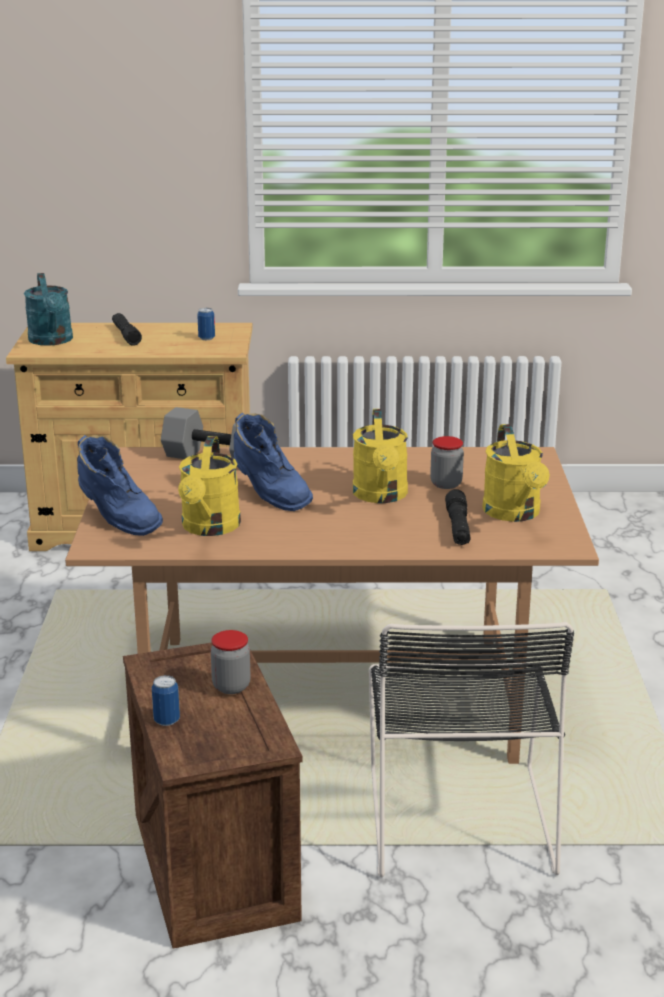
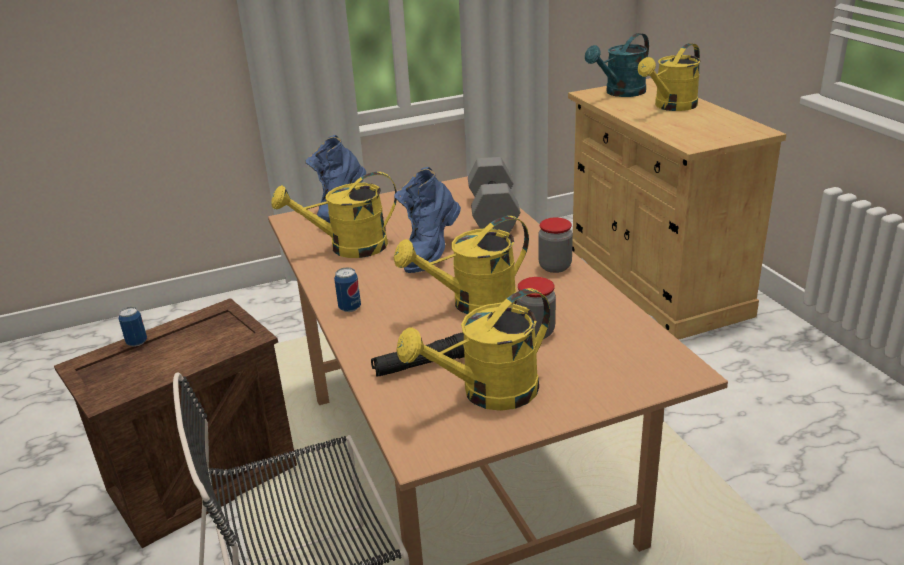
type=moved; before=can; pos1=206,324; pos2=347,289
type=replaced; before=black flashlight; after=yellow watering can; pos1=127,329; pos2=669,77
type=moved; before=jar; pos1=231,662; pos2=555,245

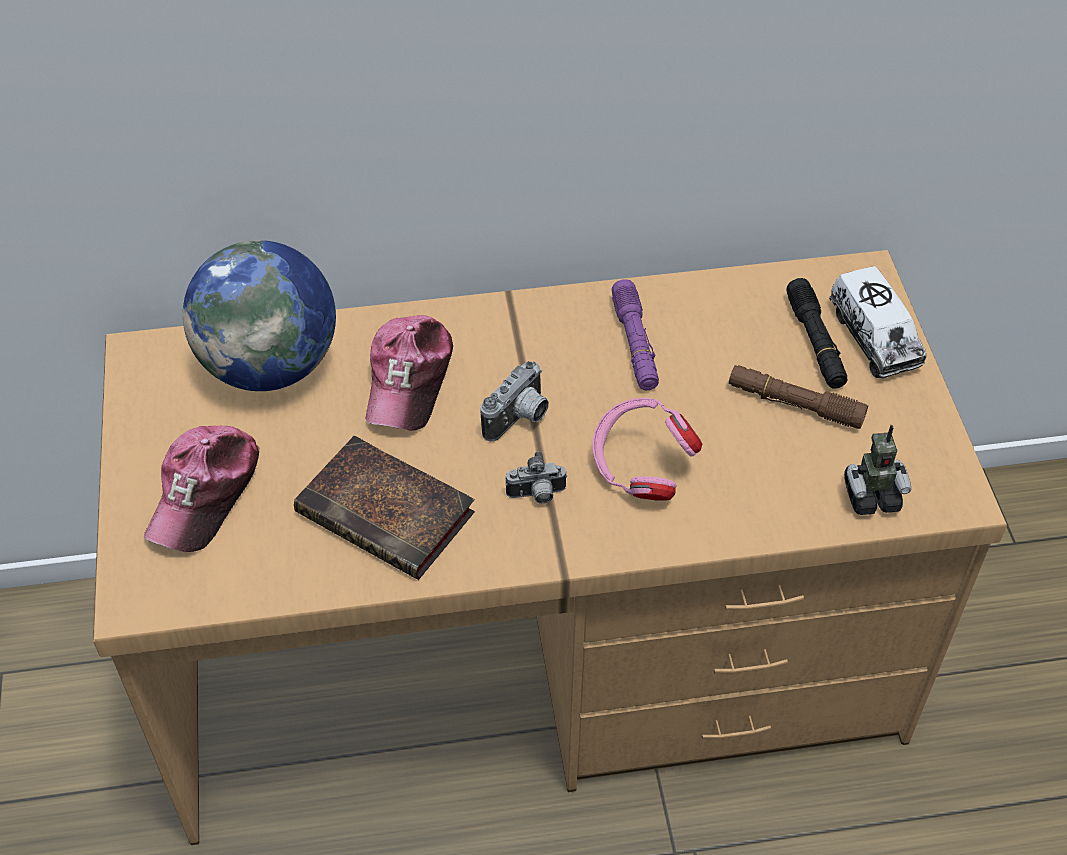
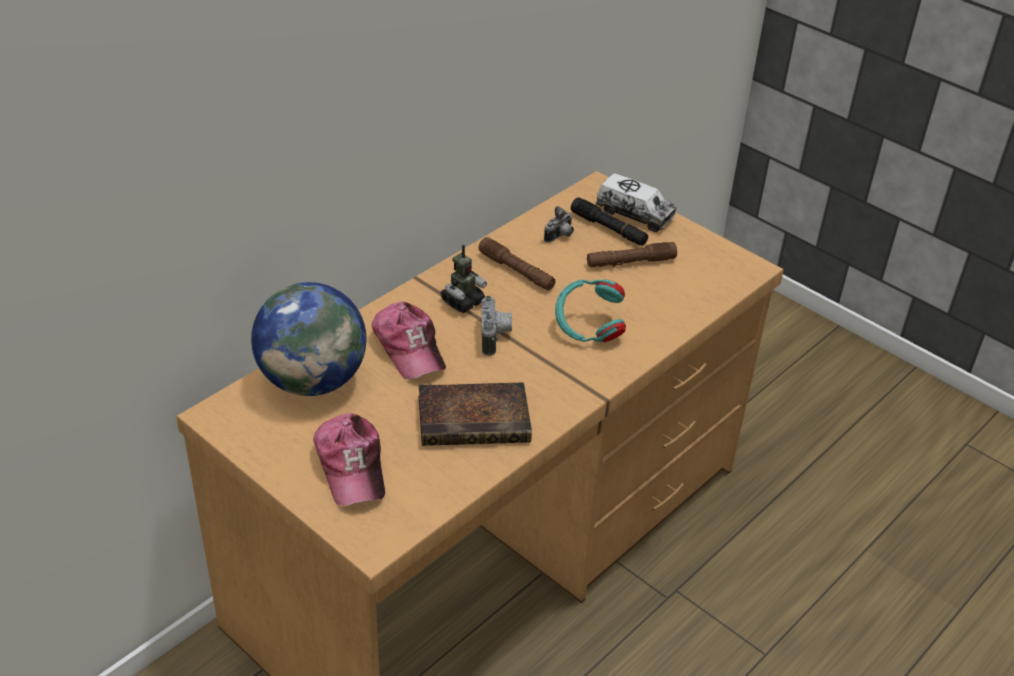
type=recoloured; before=purple flashlight; after=brown flashlight; pos1=635,334; pos2=517,263
type=recoloured; before=pink headphones; after=turquoise headphones; pos1=647,449; pos2=590,310
type=moved; before=toy robot; pos1=877,470; pos2=464,279
type=moved; before=photo camera; pos1=537,477; pos2=559,224

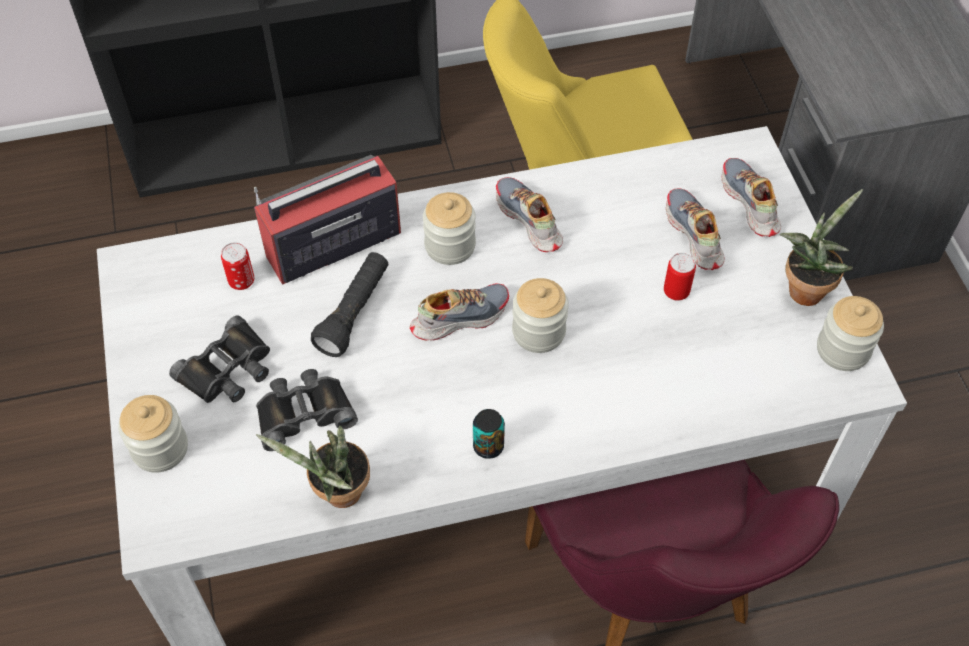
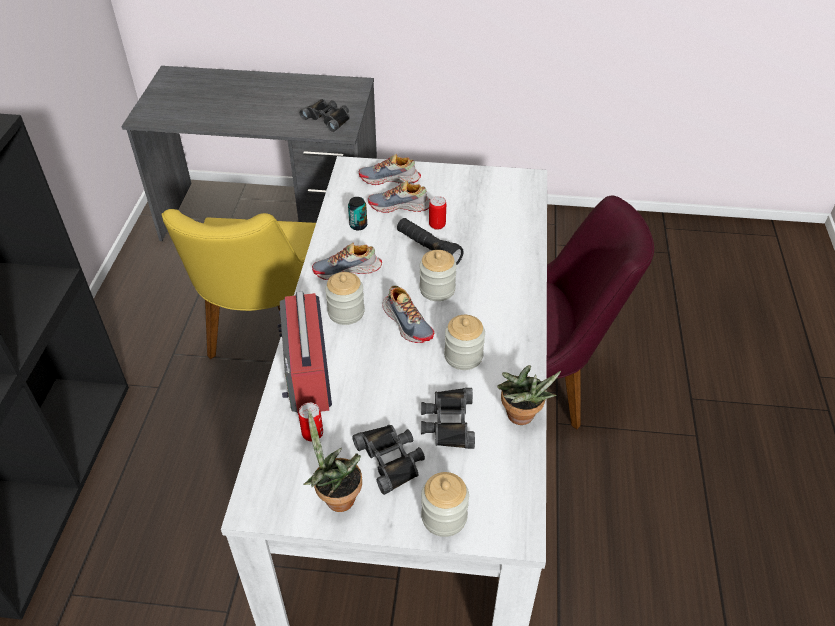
type=moved; before=potted plant; pos1=821,247; pos2=332,460
type=moved; before=black flashlight; pos1=349,304; pos2=430,241
type=turned; before=shoe; pos1=459,312; pos2=408,314; turn=150
type=moved; before=jar; pos1=850,333; pos2=464,342
type=moved; before=can; pos1=489,434; pos2=357,213
type=added; after=black binoculars; pos2=325,115

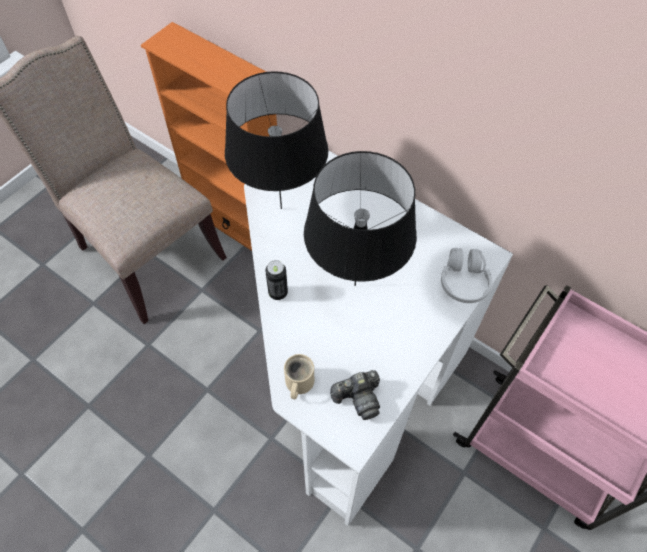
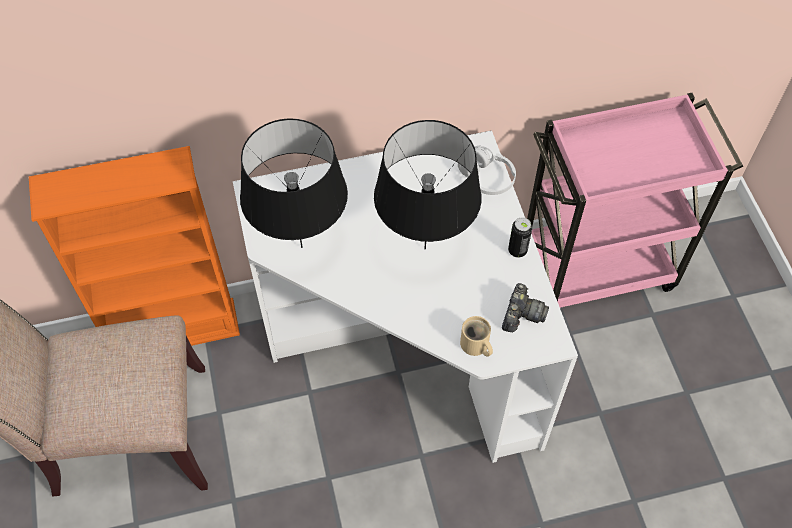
type=moved; before=can; pos1=276,280; pos2=520,237

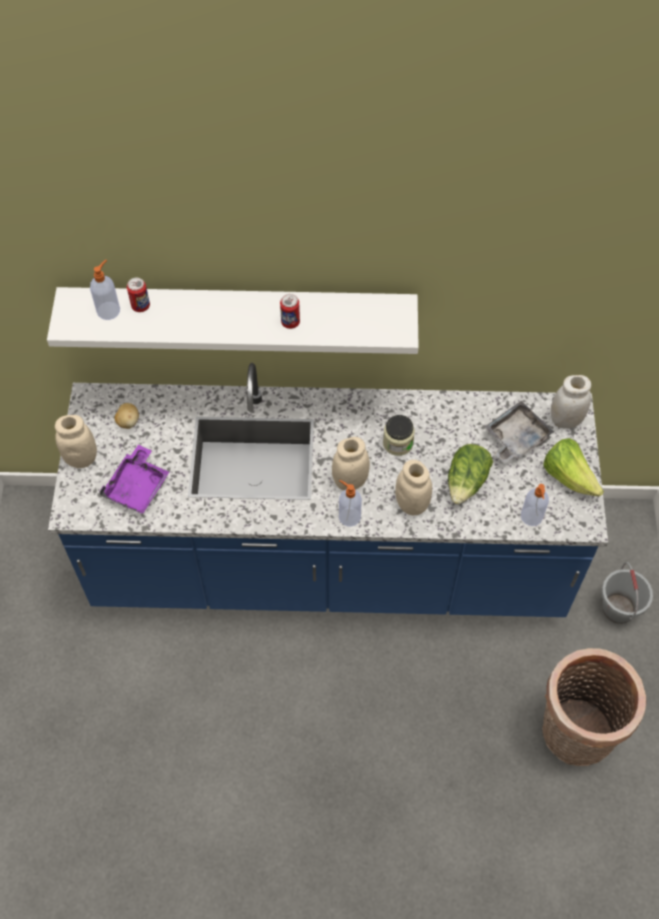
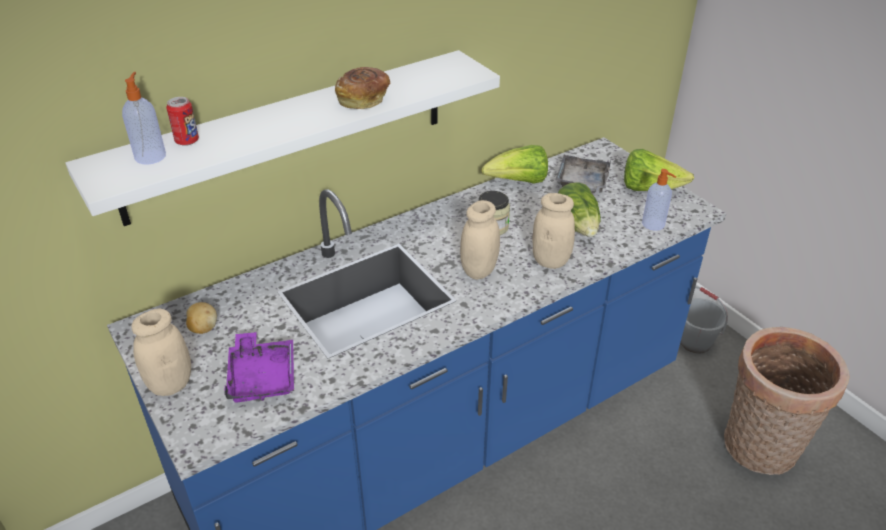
type=replaced; before=can; after=bread; pos1=290,311; pos2=362,88
type=removed; before=white jar; pos1=571,402
type=removed; before=soap dispenser; pos1=350,503
type=added; after=lettuce; pos2=515,164

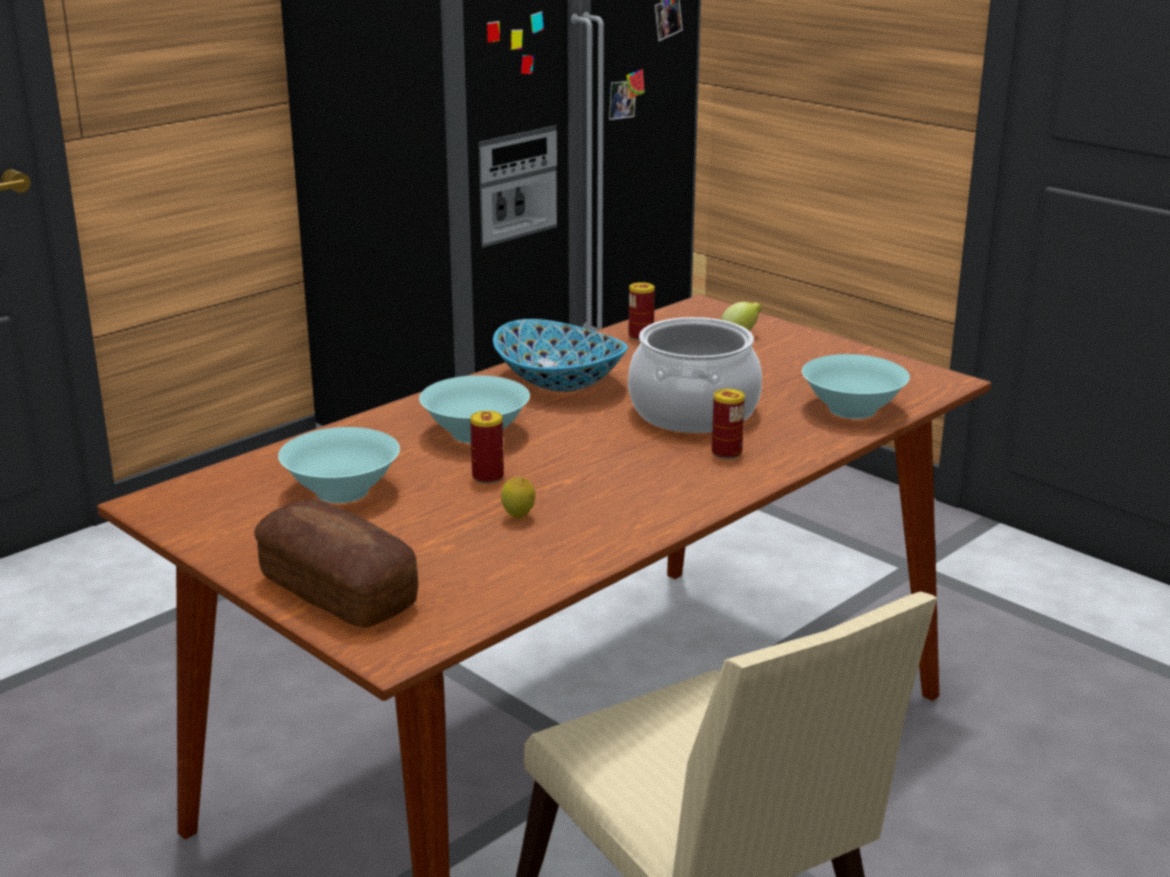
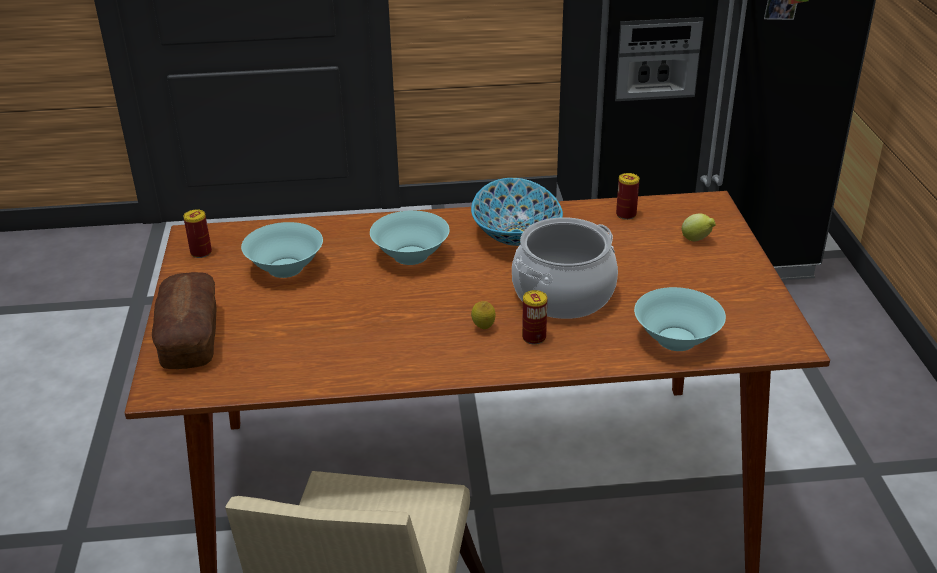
type=moved; before=can; pos1=487,447; pos2=197,233
type=moved; before=lemon; pos1=518,497; pos2=483,315

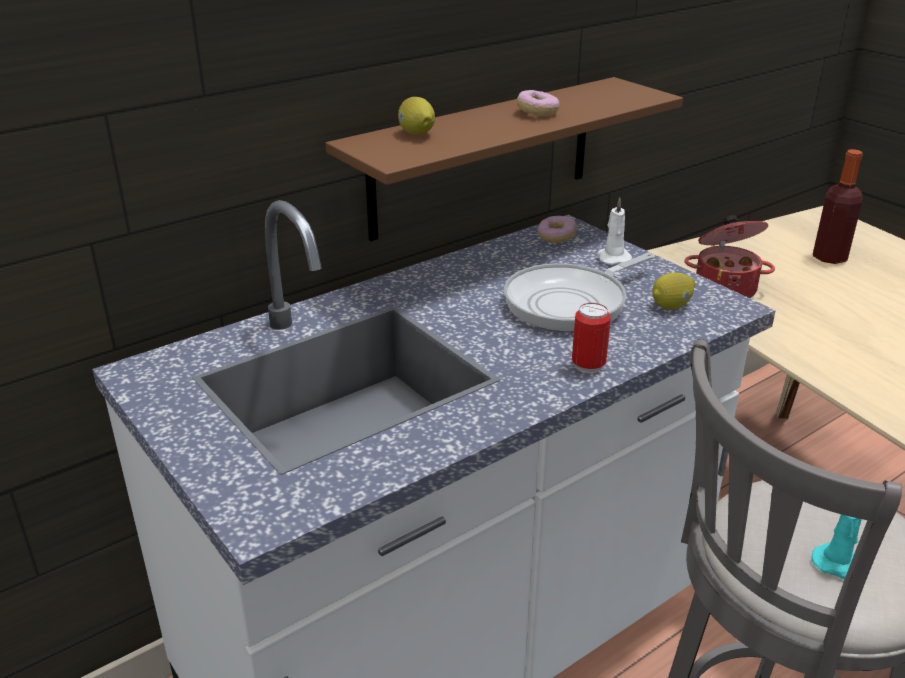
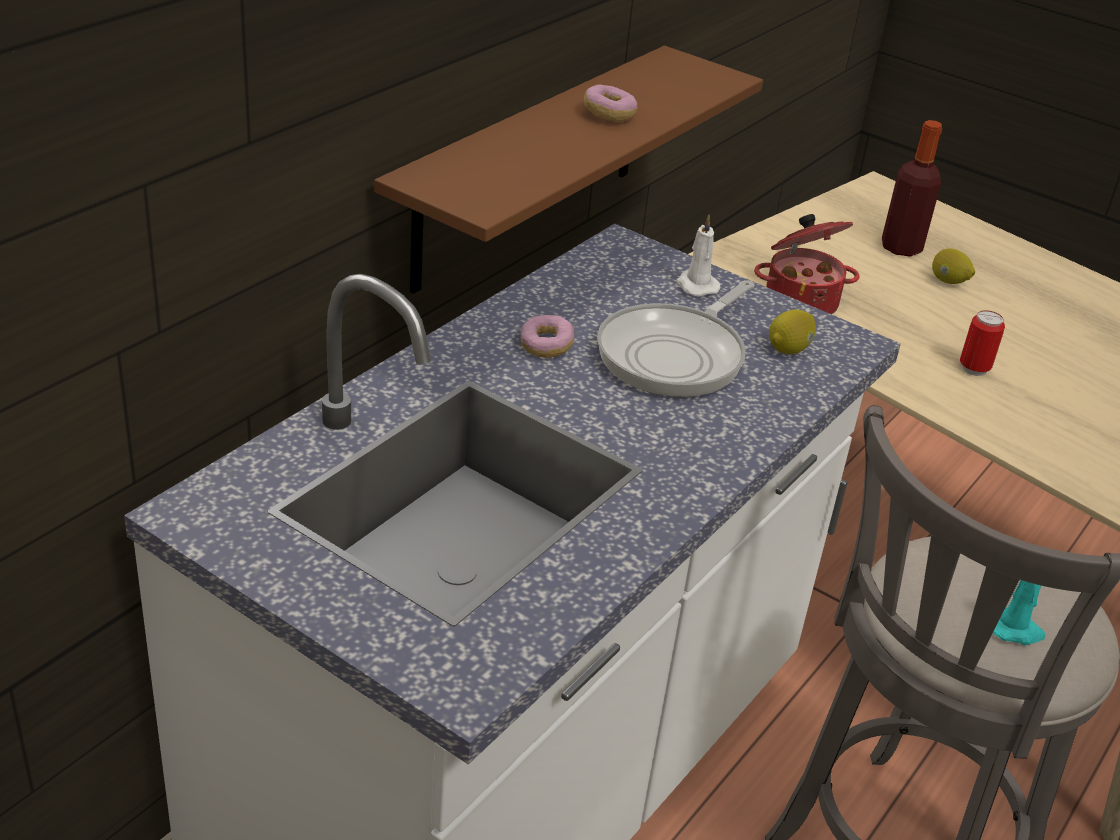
type=moved; before=lemon; pos1=416,116; pos2=953,266
type=moved; before=donut; pos1=557,229; pos2=547,336
type=moved; before=can; pos1=591,338; pos2=982,343

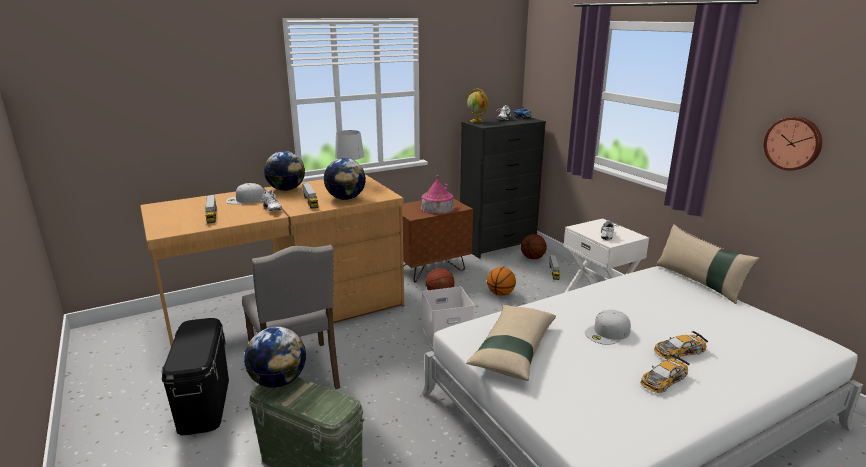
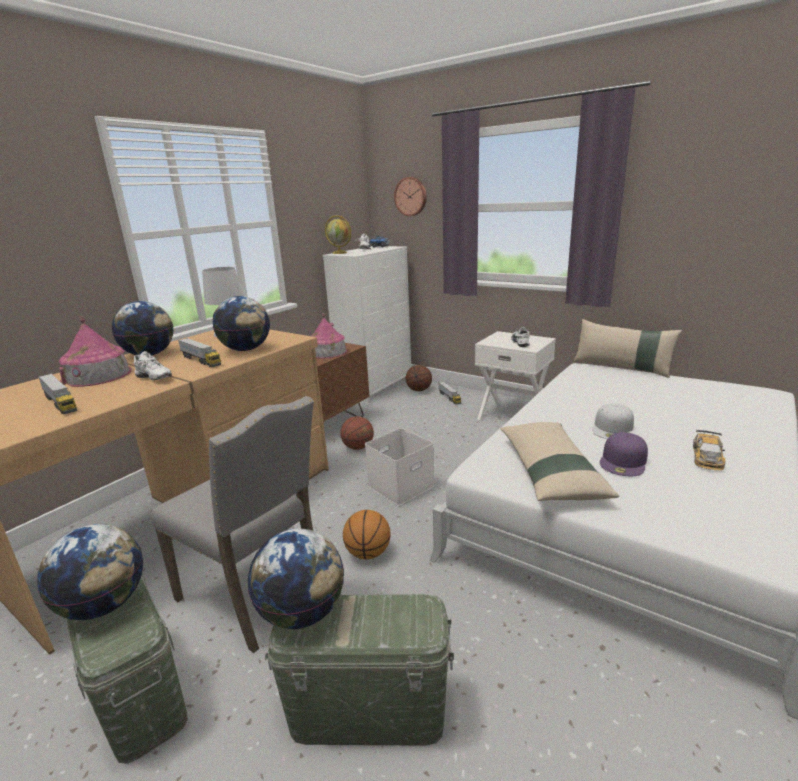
type=recoloured; before=black dresser; after=white dresser; pos1=503,187; pos2=367,324
type=moved; before=wall clock; pos1=793,144; pos2=410,196
type=replaced; before=white cap; after=toy house; pos1=245,193; pos2=95,351
type=moved; before=basketball; pos1=501,281; pos2=366,534
type=recoloured; before=black storage box; after=green storage box; pos1=195,376; pos2=126,669
type=removed; before=toy car; pos1=681,345
type=added; after=purple cap; pos2=624,454
type=added; after=globe; pos2=90,572

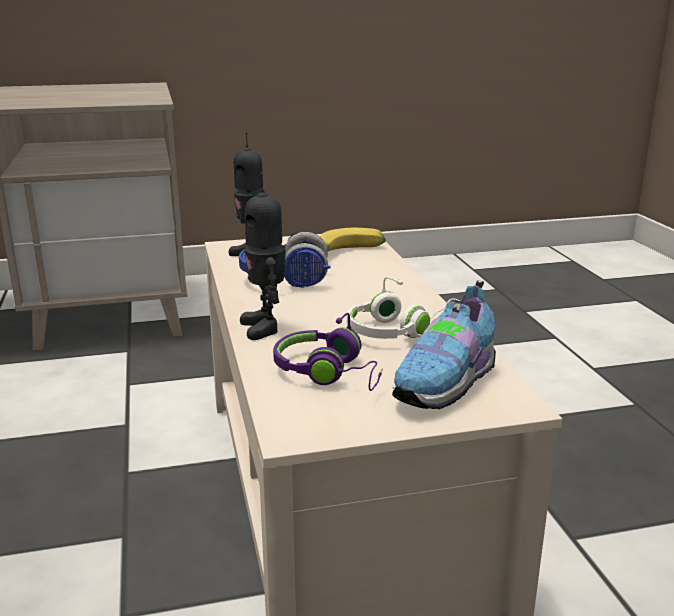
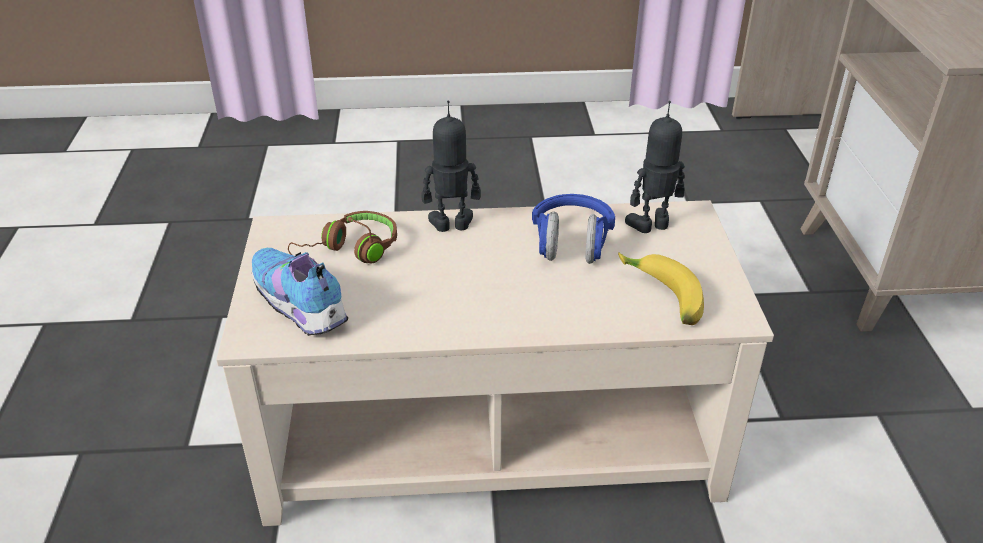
type=removed; before=white headphones; pos1=403,308
type=recoloured; before=purple headphones; after=brown headphones; pos1=327,352; pos2=342,237

